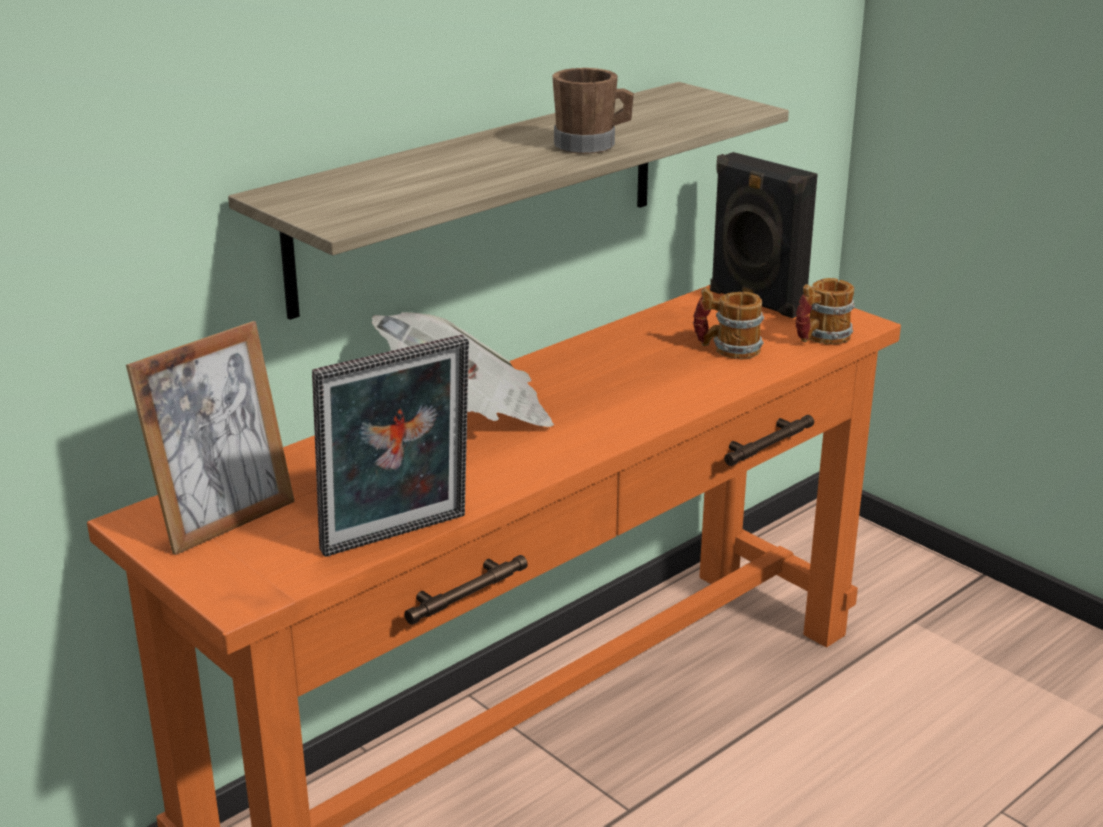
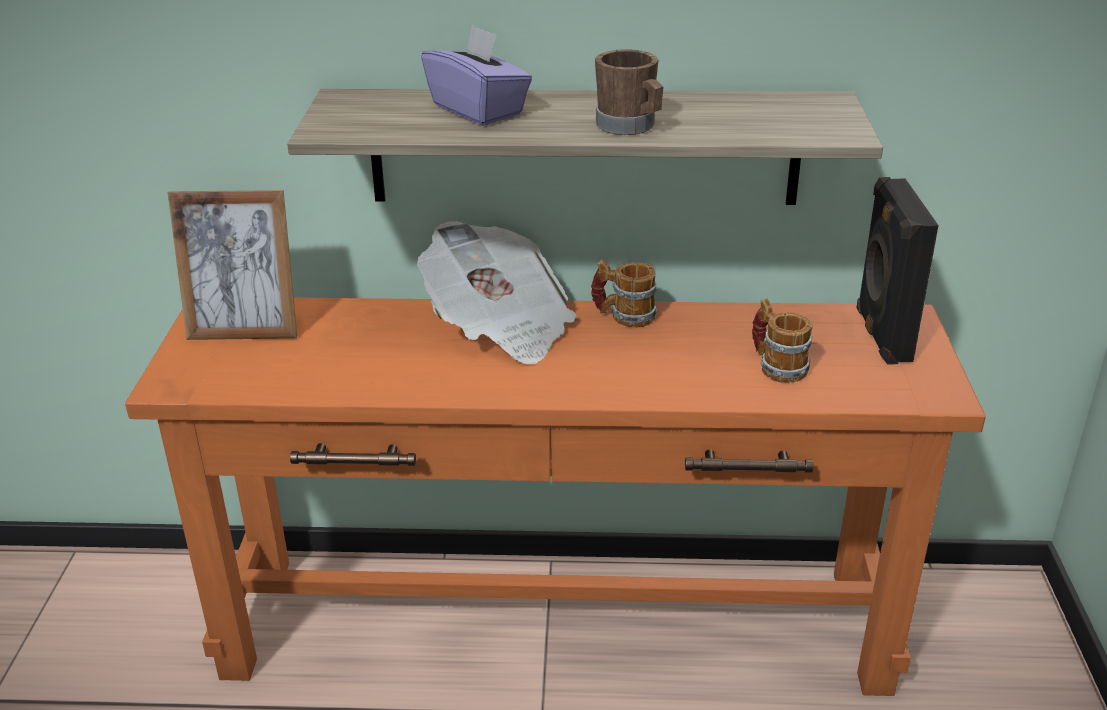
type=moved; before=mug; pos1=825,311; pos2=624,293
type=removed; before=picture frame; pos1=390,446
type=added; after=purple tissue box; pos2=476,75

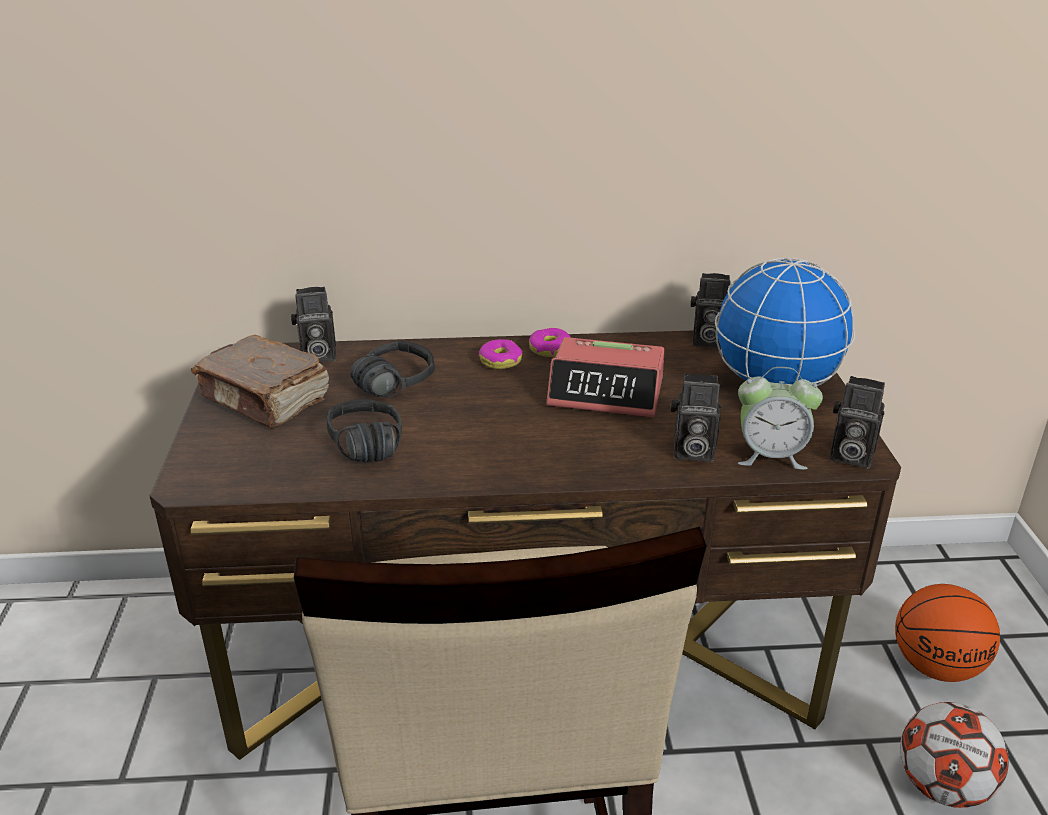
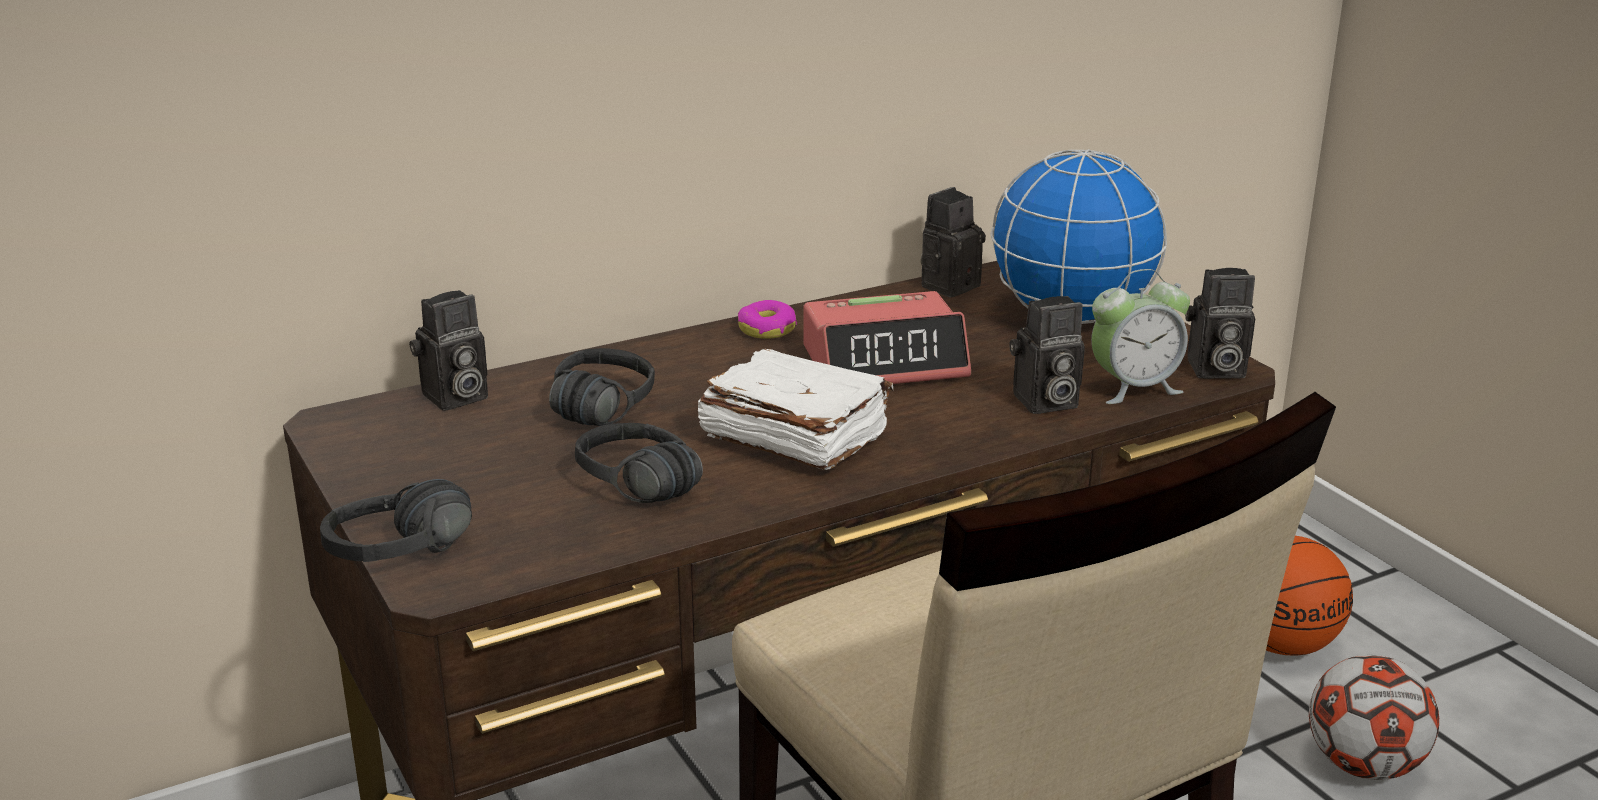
type=turned; before=photo camera; pos1=710,310; pos2=953,242; turn=150
type=removed; before=brown book; pos1=260,381
type=removed; before=donut; pos1=500,354
type=added; after=white book; pos2=795,409
type=added; after=black headphones; pos2=396,520

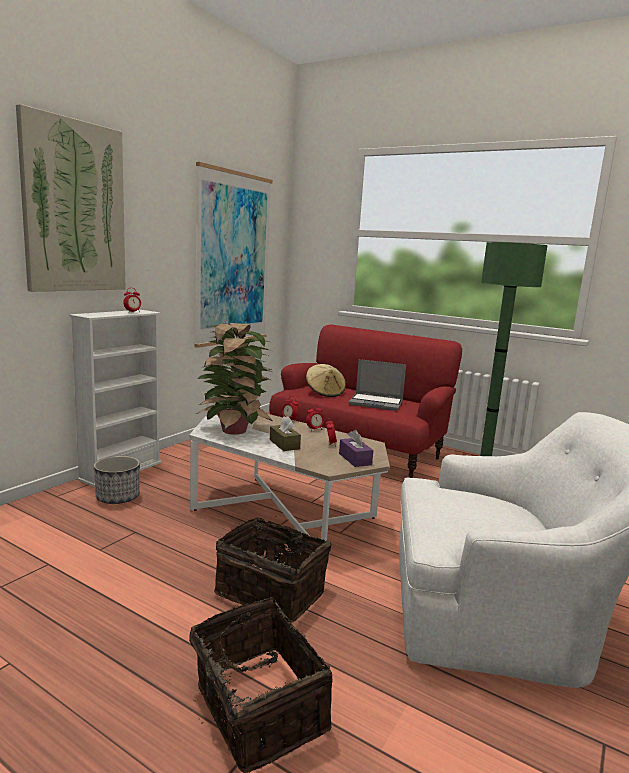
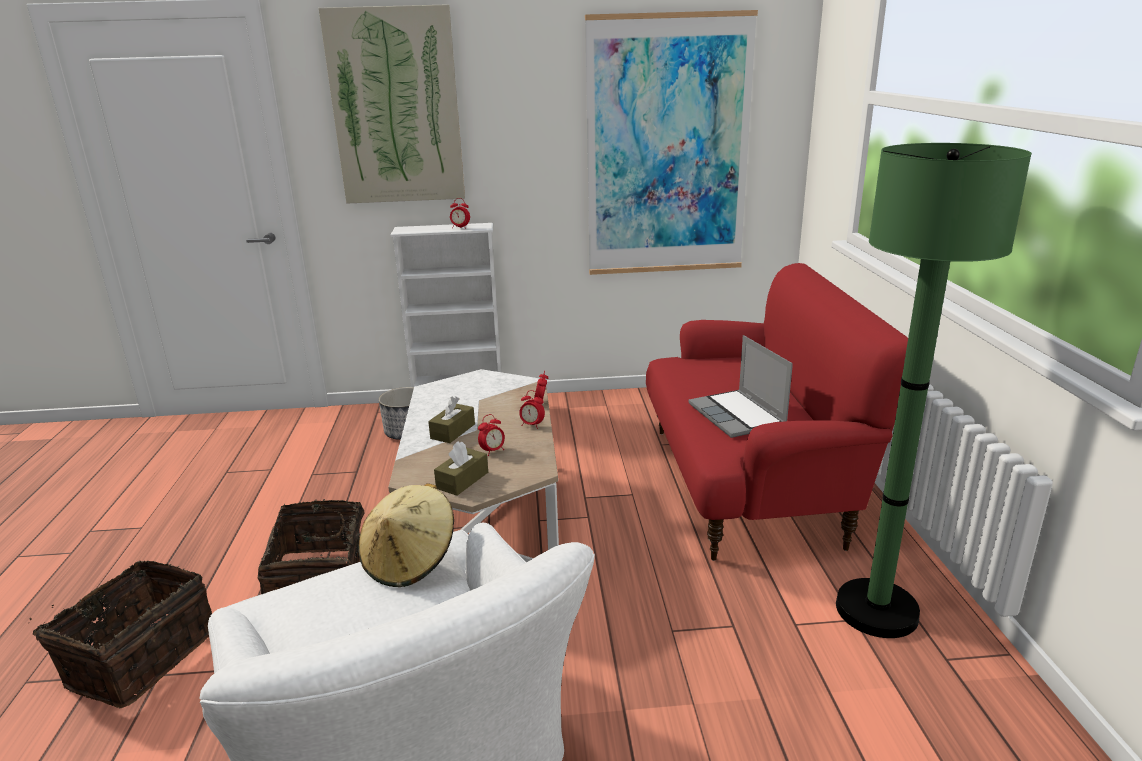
type=removed; before=potted plant; pos1=235,379
type=moved; before=beige hat; pos1=326,380; pos2=406,535
type=recoloured; before=purple tissue box; after=brown tissue box; pos1=356,448; pos2=461,468

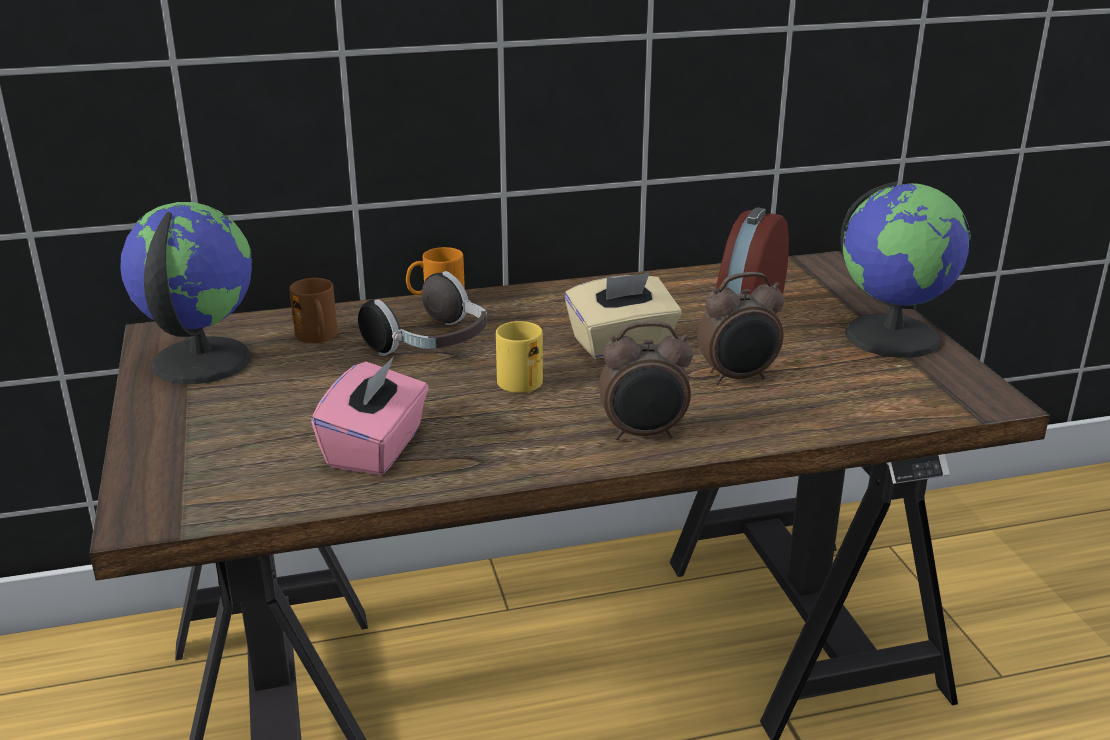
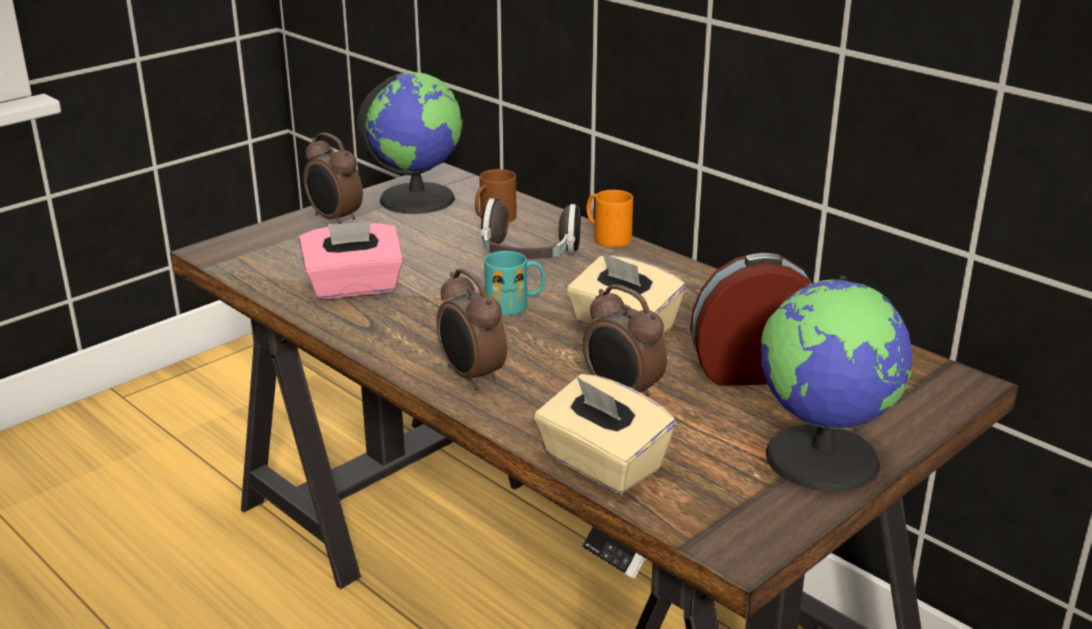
type=recoloured; before=yellow mug; after=turquoise mug; pos1=519,357; pos2=514,283
type=added; after=alarm clock; pos2=333,178
type=added; after=beige tissue box; pos2=605,434

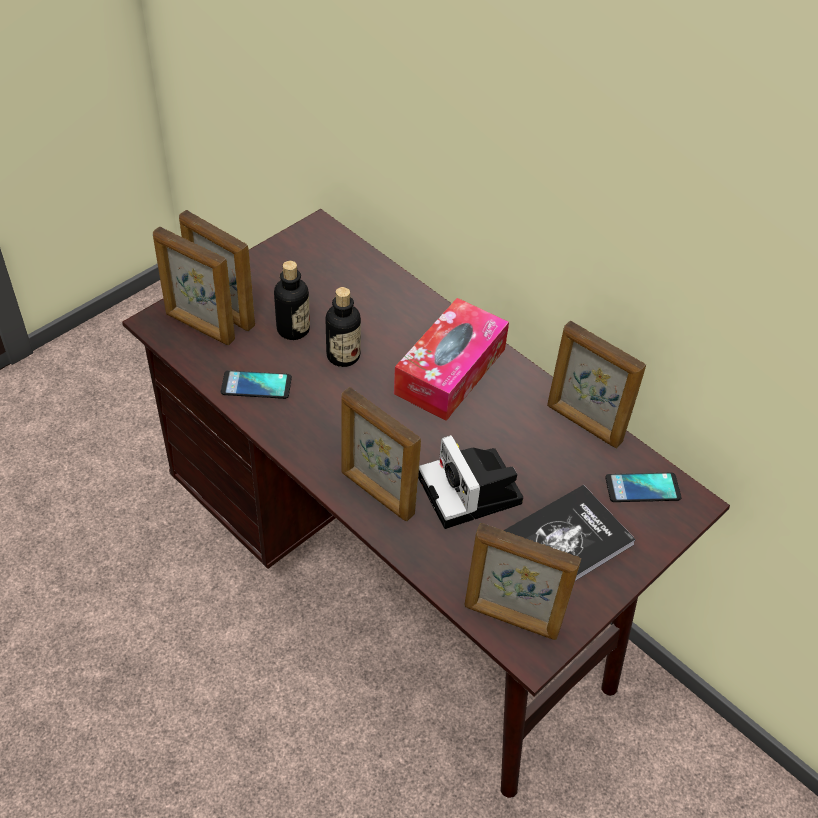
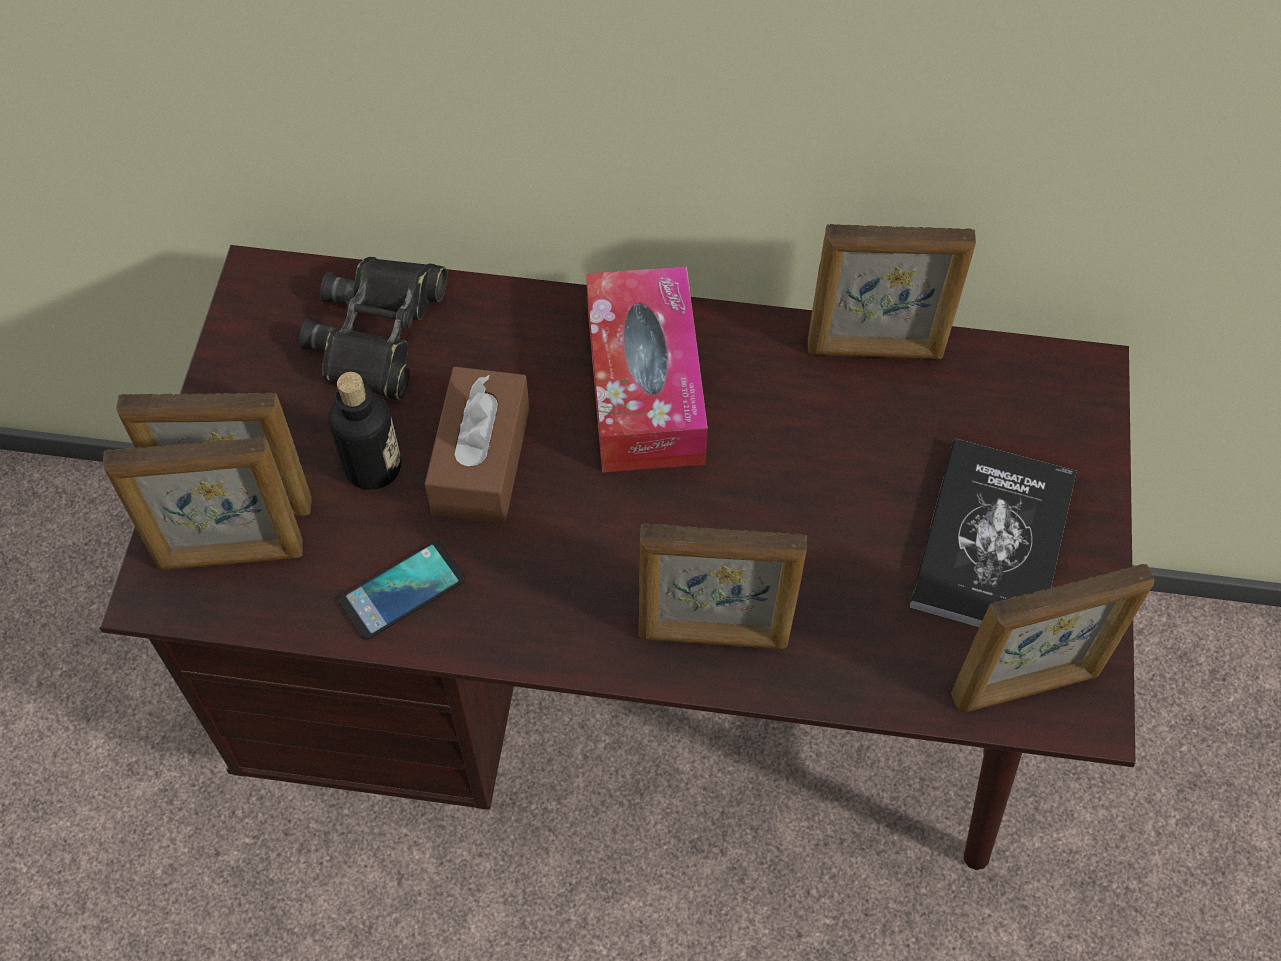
type=replaced; before=bottle; after=brown tissue box; pos1=343,327; pos2=477,445
type=removed; before=photo camera; pos1=470,482
type=removed; before=phone; pos1=643,487
type=added; after=black binoculars; pos2=373,328

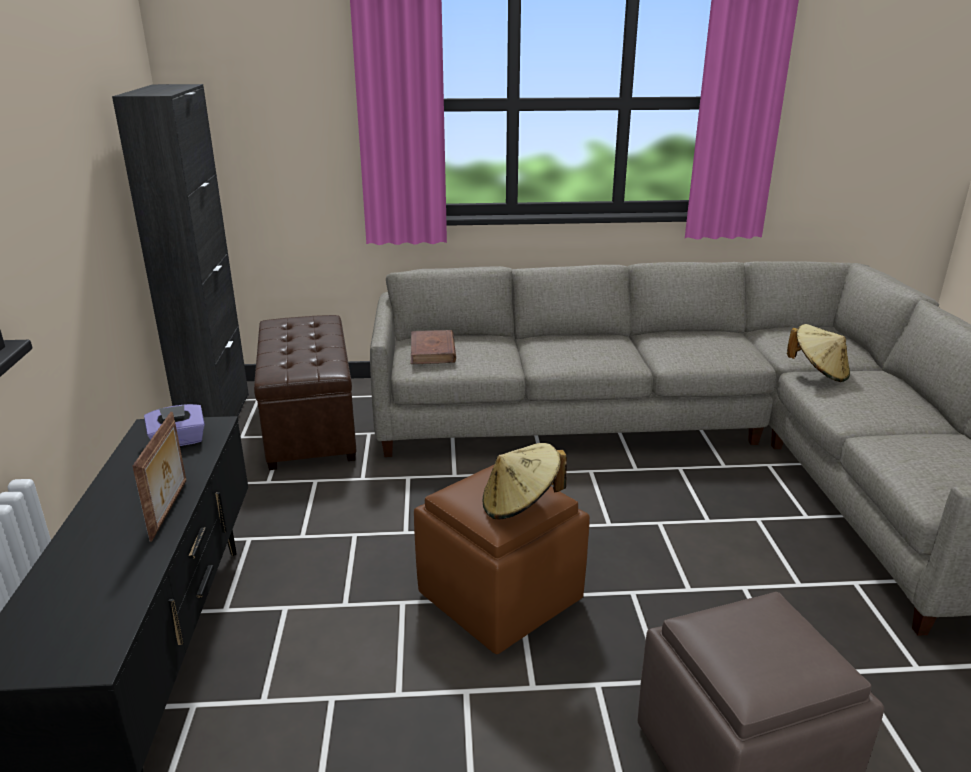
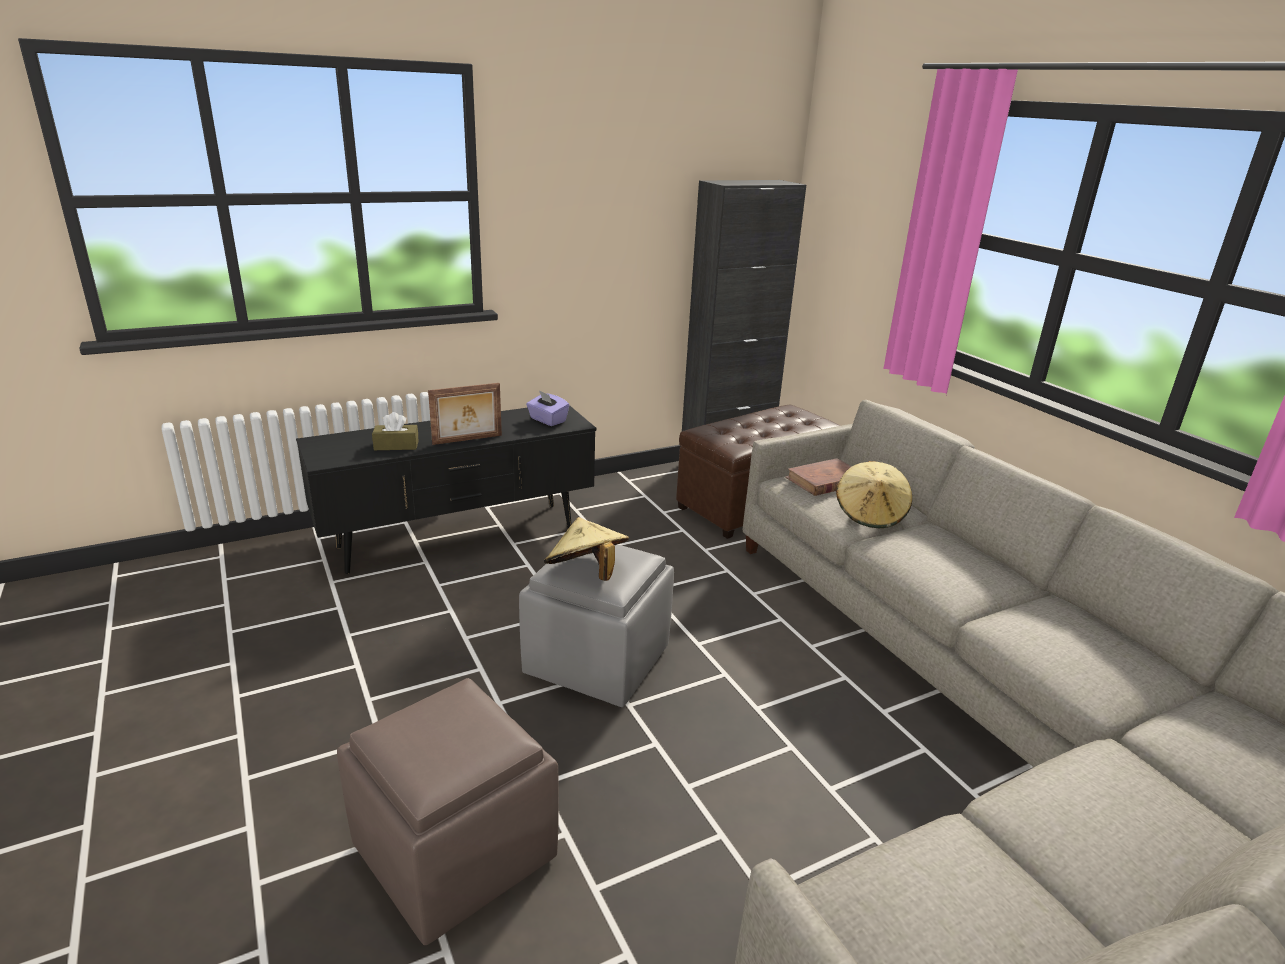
type=moved; before=beige hat; pos1=818,353; pos2=874,494
type=recoloured; before=brown ottoman; after=grey ottoman; pos1=502,559; pos2=596,625
type=added; after=brown tissue box; pos2=395,431

